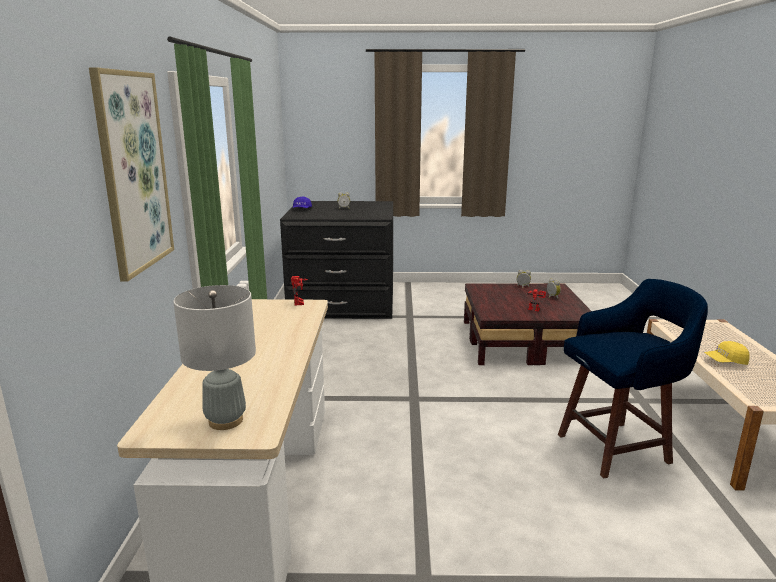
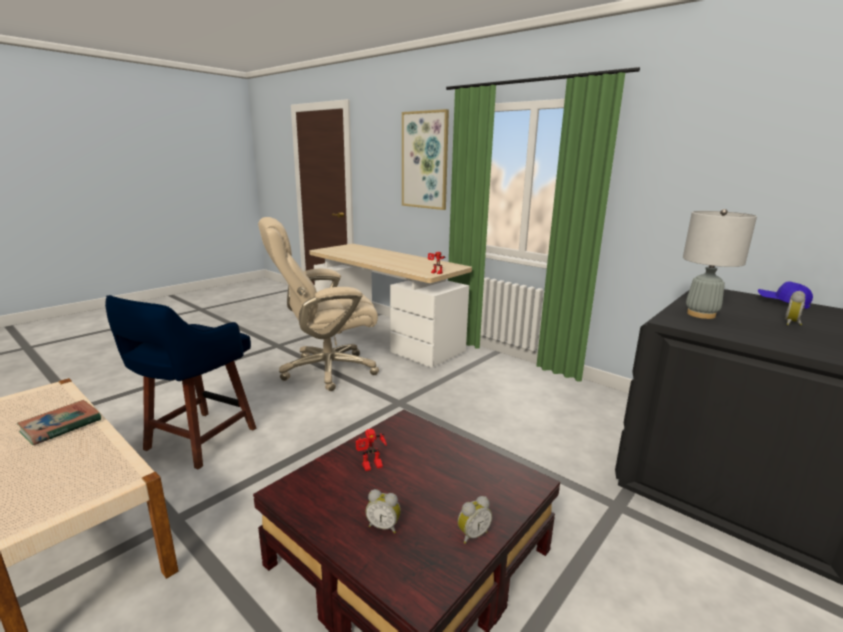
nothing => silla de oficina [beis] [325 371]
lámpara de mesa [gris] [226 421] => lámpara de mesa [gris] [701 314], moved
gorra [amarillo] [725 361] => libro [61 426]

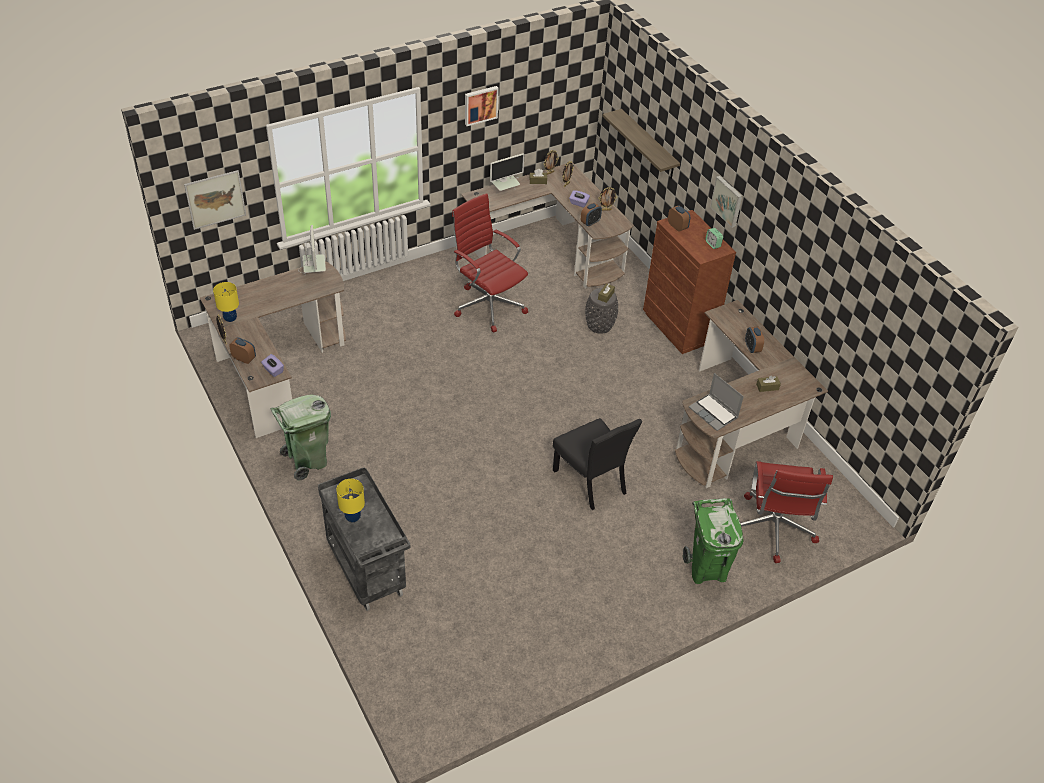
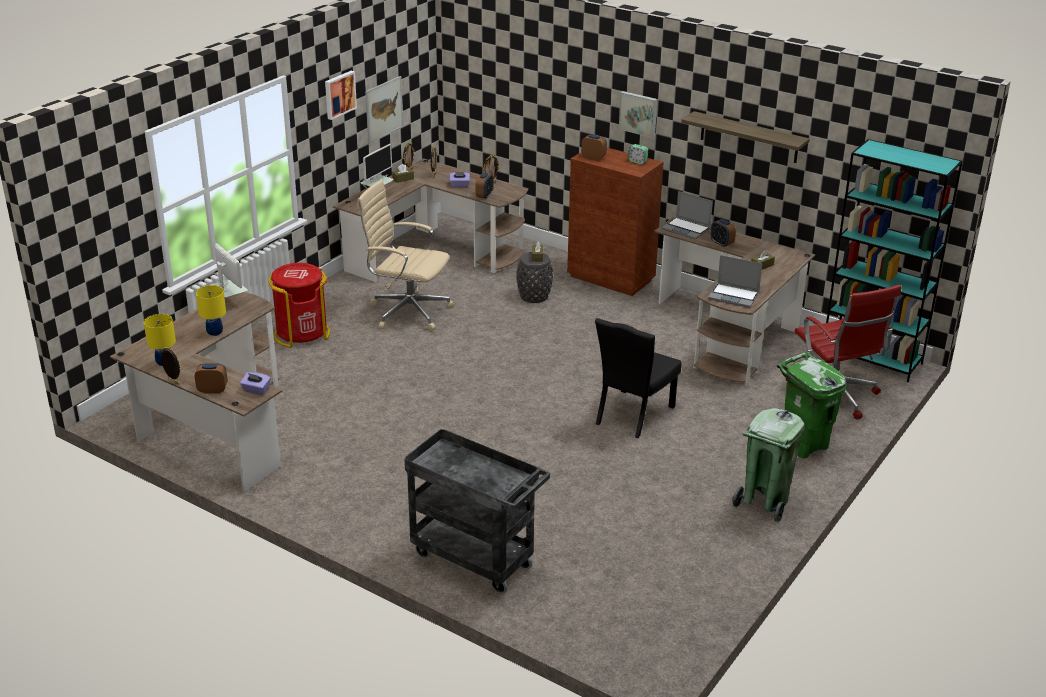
nothing => papelera [rojo] [301 334]
nothing => portátil [687 229]
nothing => estantería [turquesa] [872 359]
cuadro [215 199] => cuadro [384 109], moved
papelera [verde] [307 461] => papelera [verde] [764 502], moved
lámpara de mesa [amarillo] [353 518] => lámpara de mesa [amarillo] [215 333], moved
estante [648 145] => estante [749 137], moved
silla de oficina [rojo] [488 305] => silla de oficina [beis] [407 311]
silla [negro] [590 480] => silla [negro] [633 413], 90 degrees clockwise

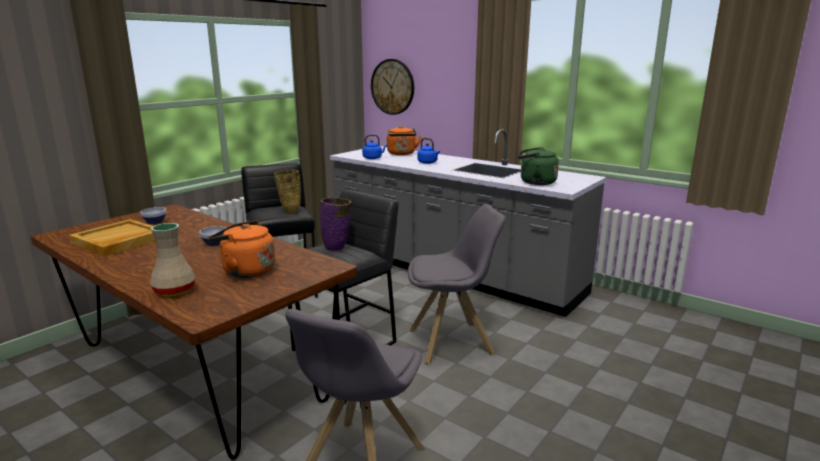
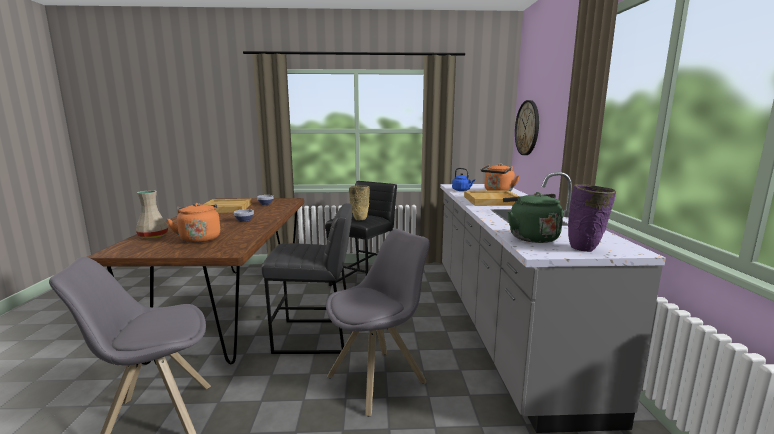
florero [morado] [337 248] => florero [morado] [585 249], moved
hervidor [azul] [428 163] => bandeja [beis] [492 201]
silla [gris] [451 342] => silla [gris] [377 379], 75 degrees counterclockwise

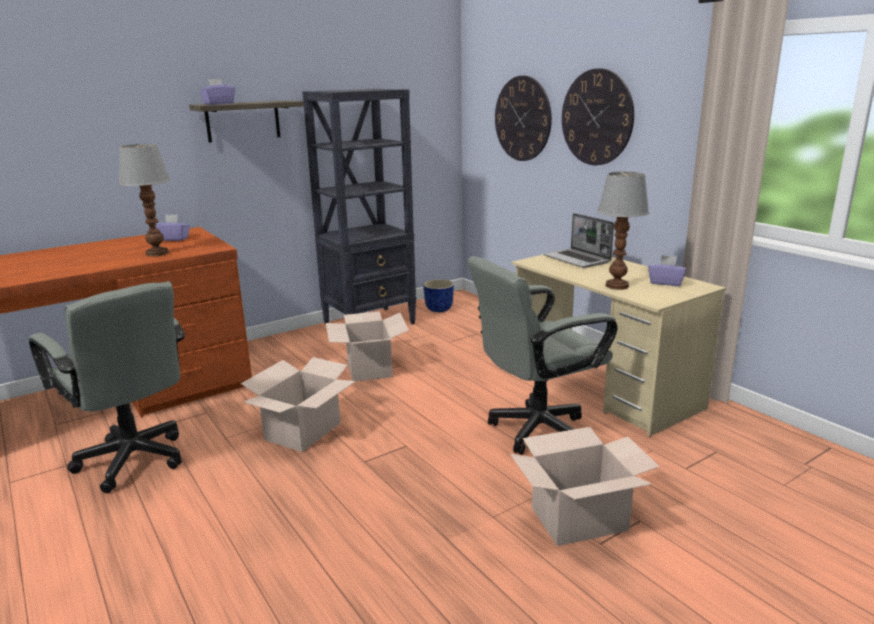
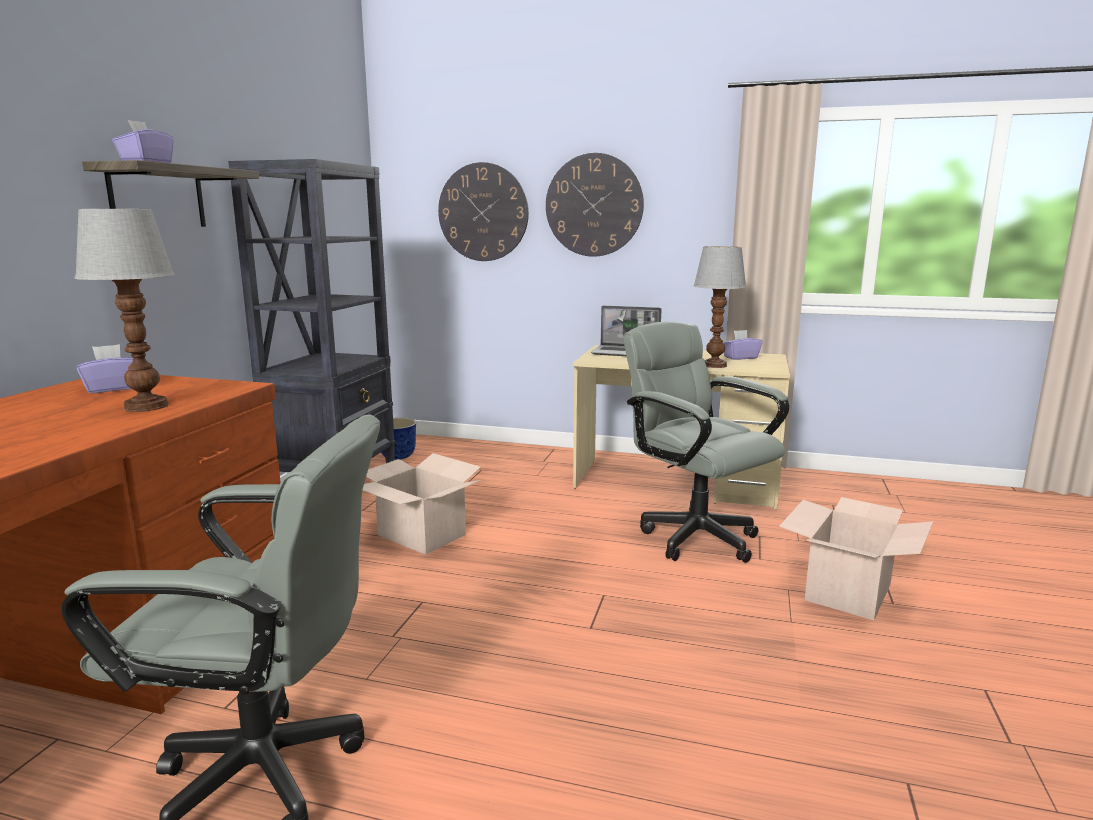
caja de cartón [302 431] => nothing
silla de oficina [gris] [534 433] => silla de oficina [gris] [692 538], 120 degrees clockwise

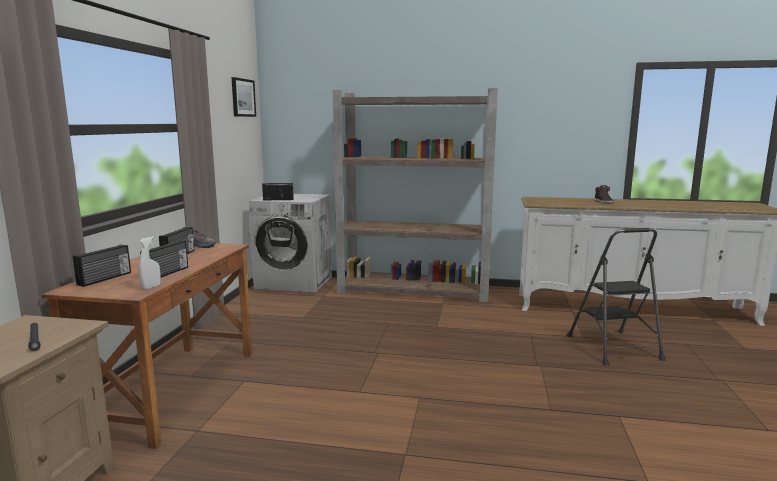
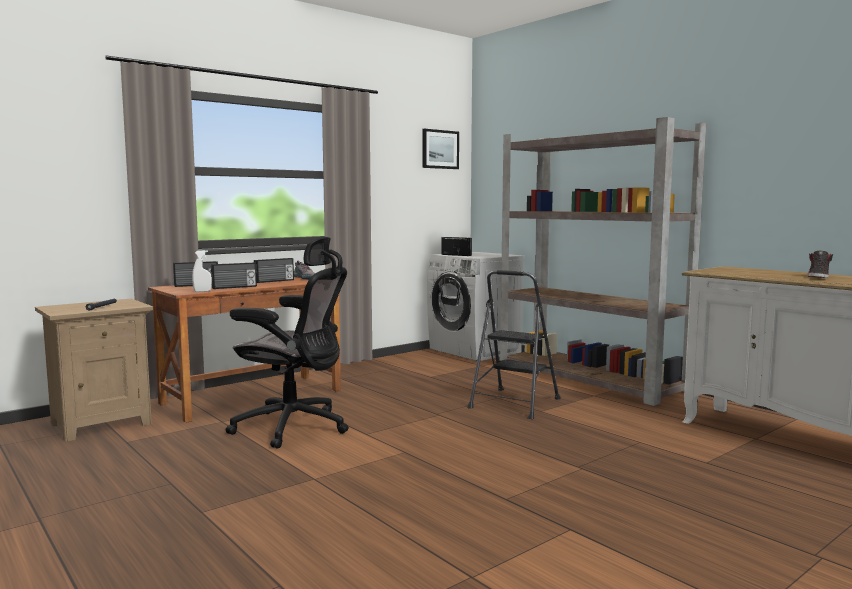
nothing => silla de oficina [292 427]
escalera de tijera [negro] [614 348] => escalera de tijera [negro] [513 403], moved

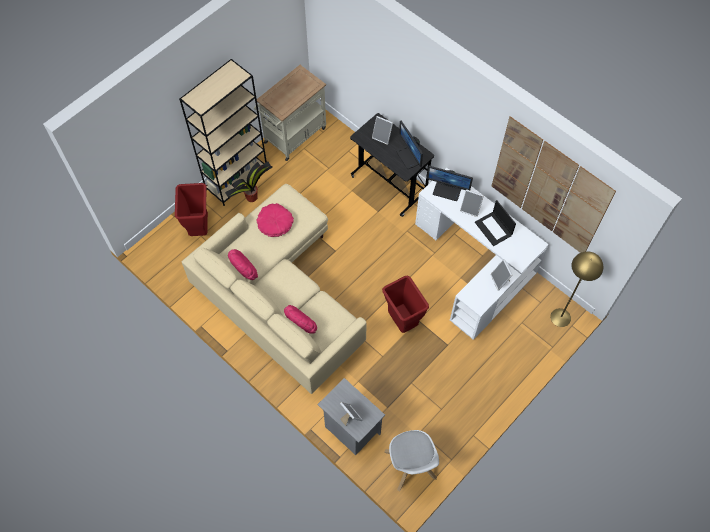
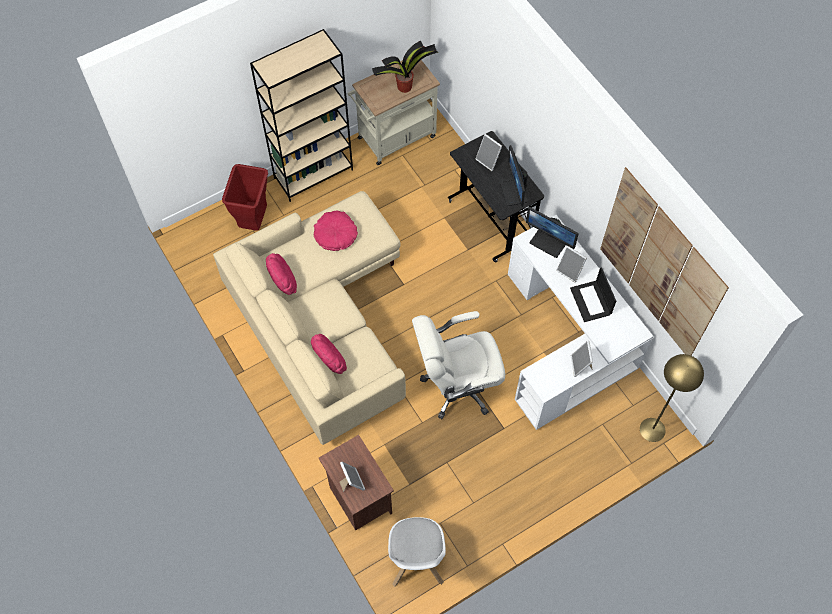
planta en maceta [252 196] => planta en maceta [405 86], moved
papelera [rojo] [401 321] => silla de oficina [blanco] [457 387]
mesita de noche [gris] [350 429] => mesita de noche [marrón] [359 498]

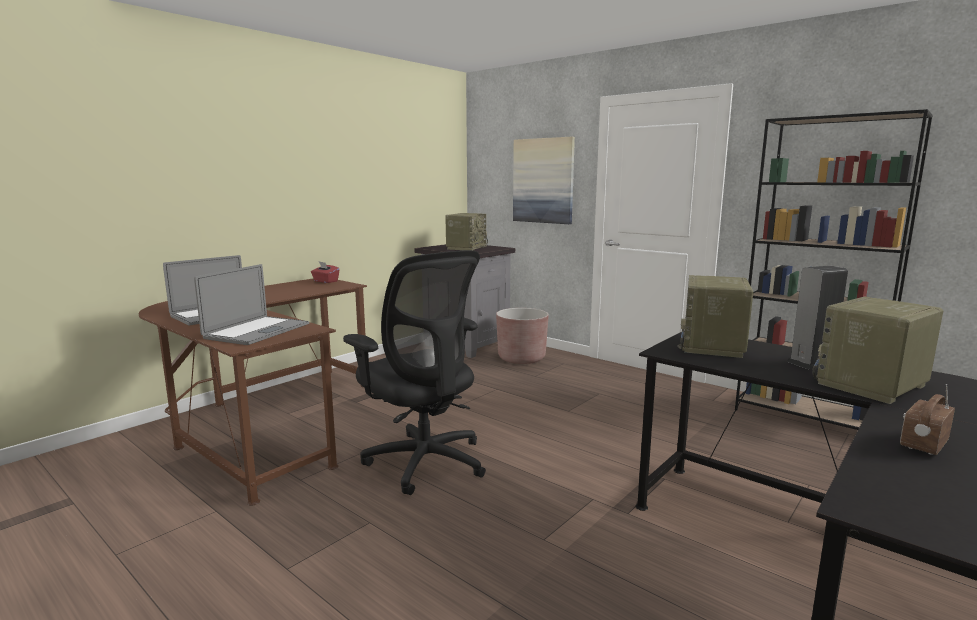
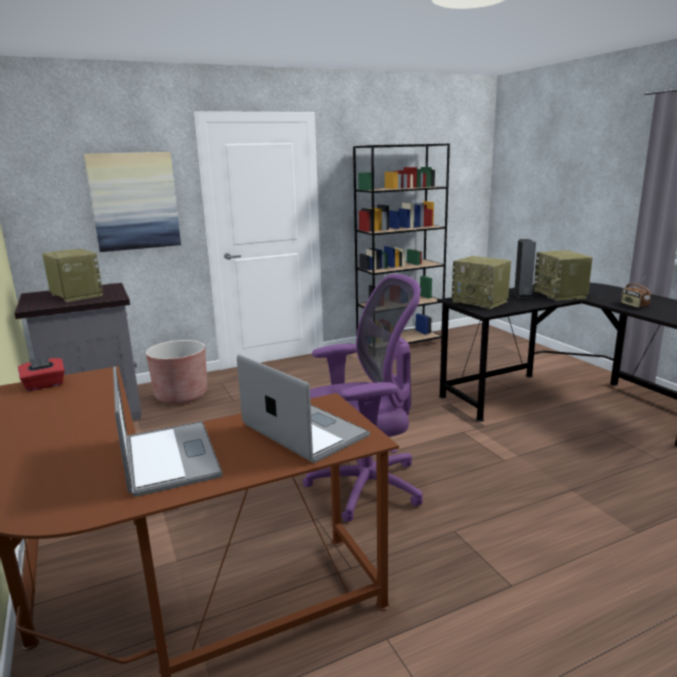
silla de oficina [negro] [420 460] => silla de oficina [morado] [359 488]

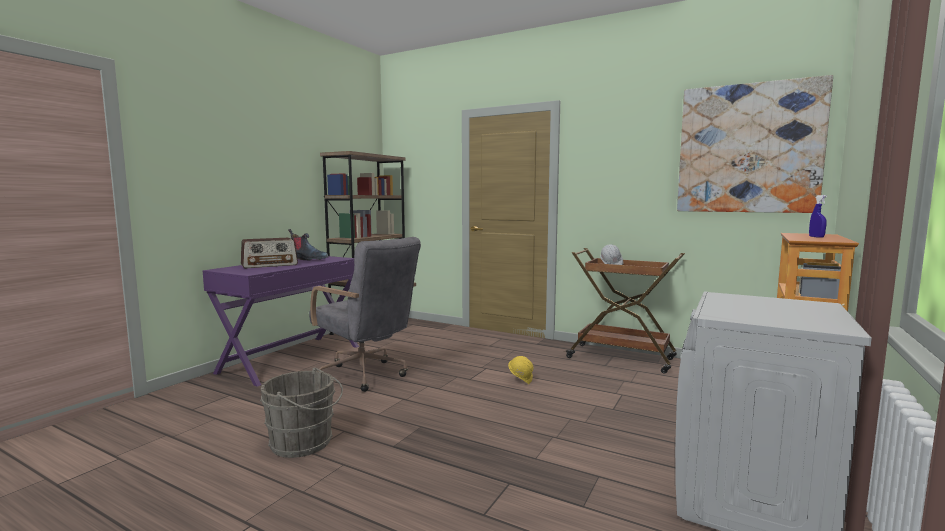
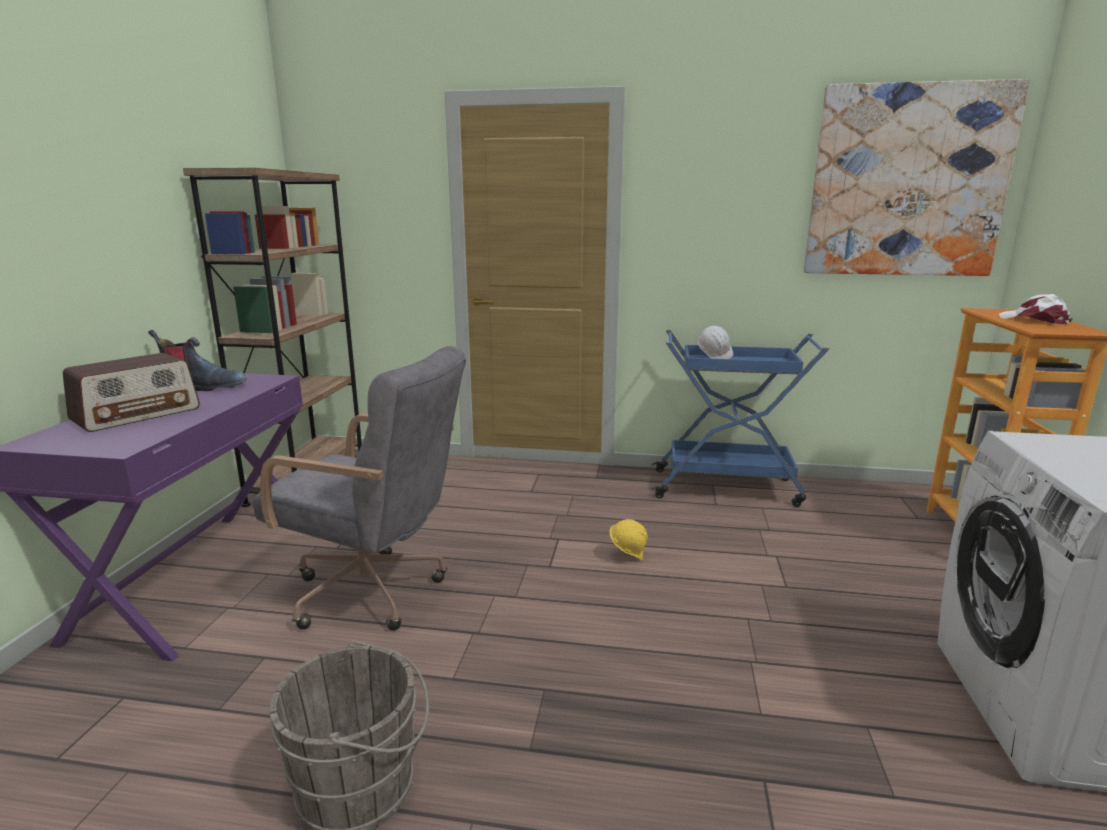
pulverizador [azul] [816 237] => gorra [blanco] [1034 320]
carrito [marrón] [621 358] => carrito [azul] [726 488]

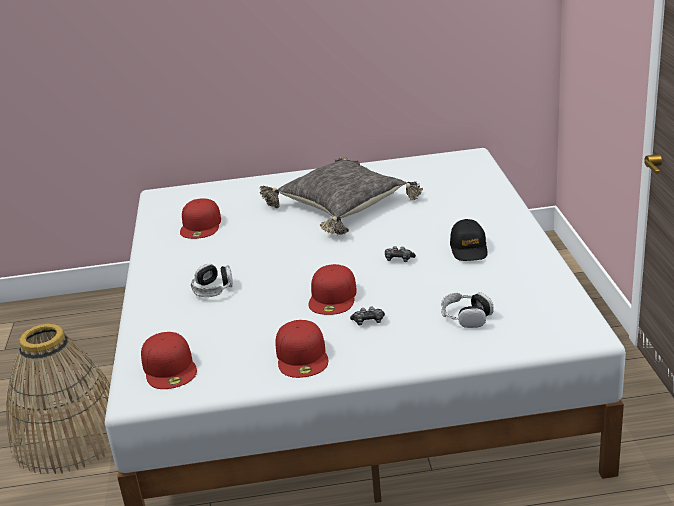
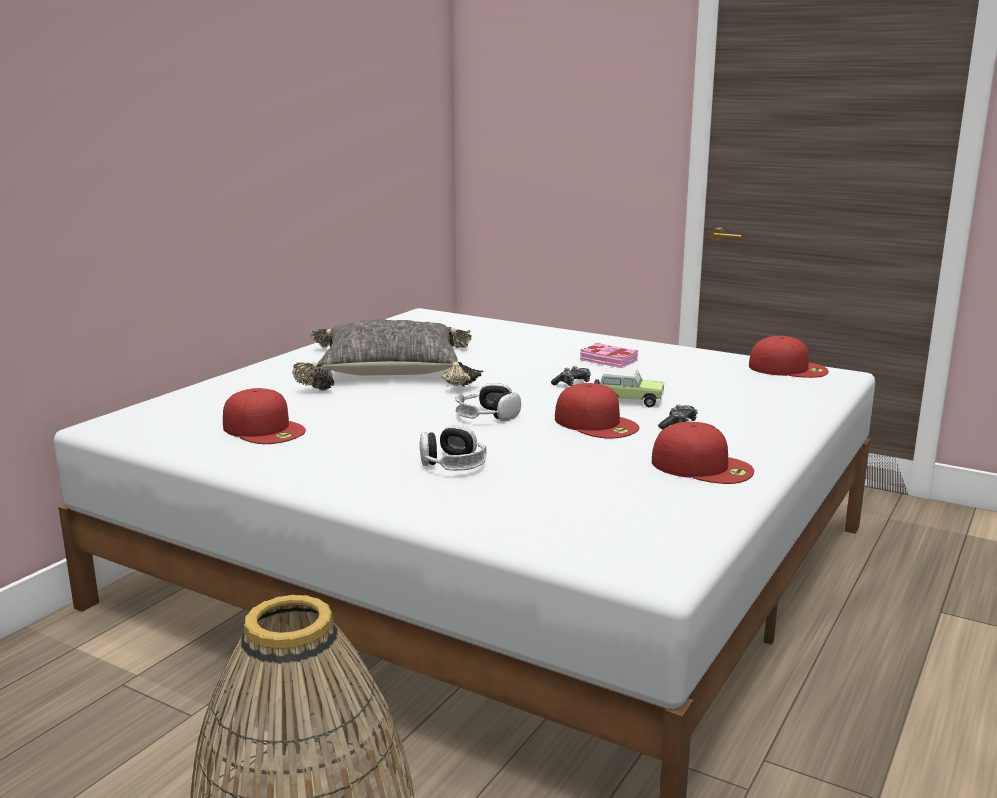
nothing => coche de juguete [628 401]
gorra [rojo] [170 367] => gorra [rojo] [788 368], moved
auriculares [466 317] => auriculares [487 416], moved
gorra [negro] [469 248] => libro [rosa] [608 361]

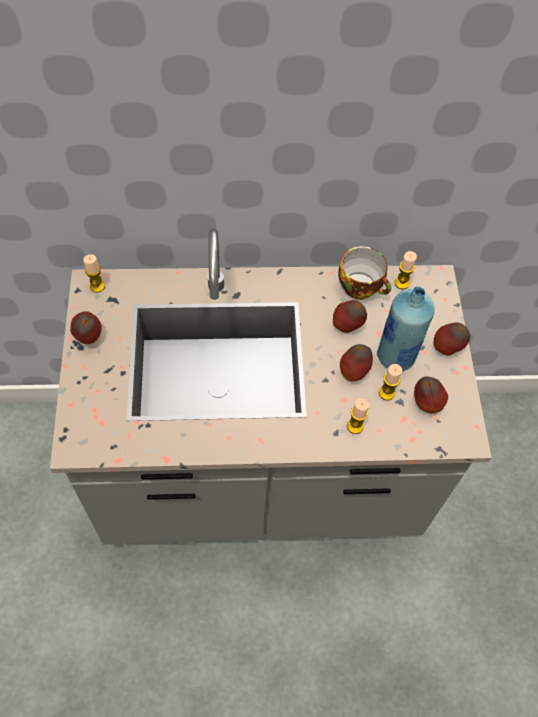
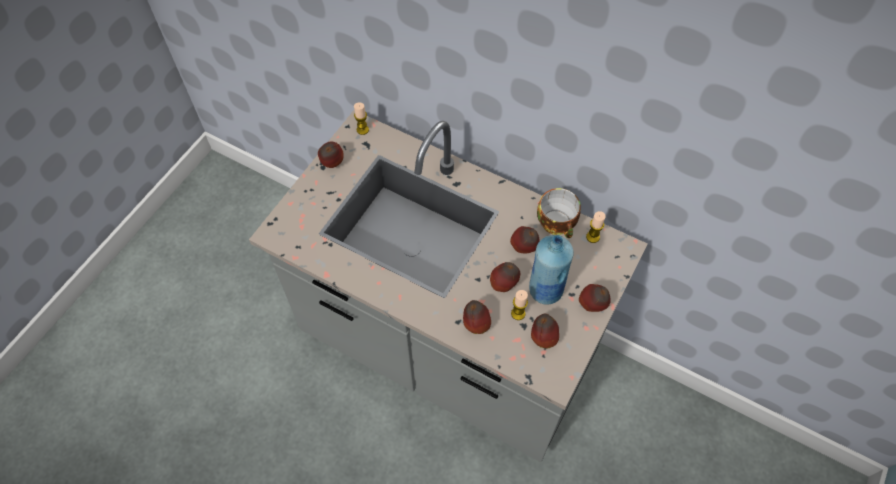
vela [355 426] => manzana [475 324]

